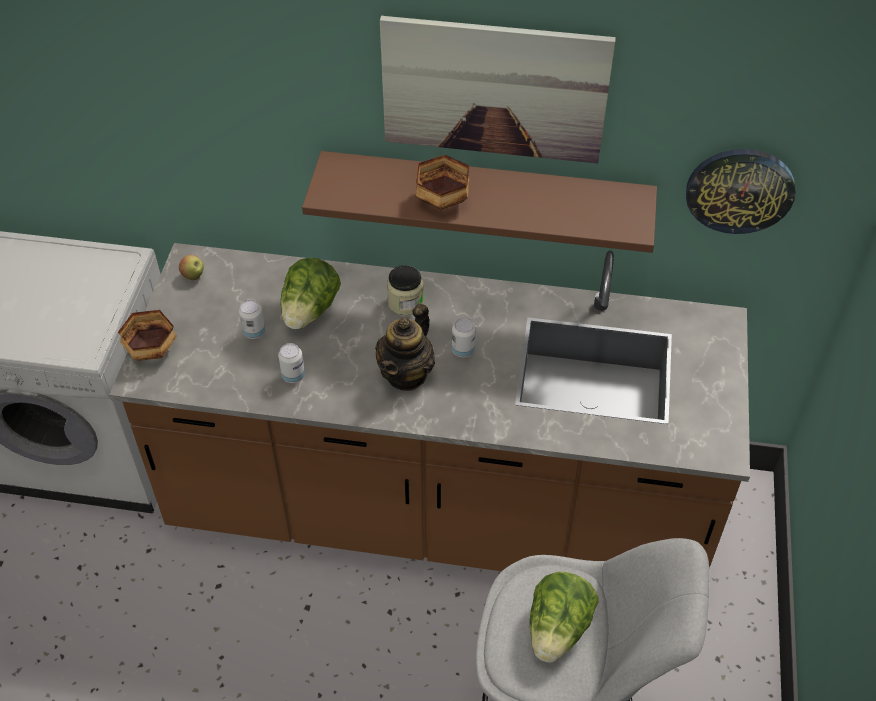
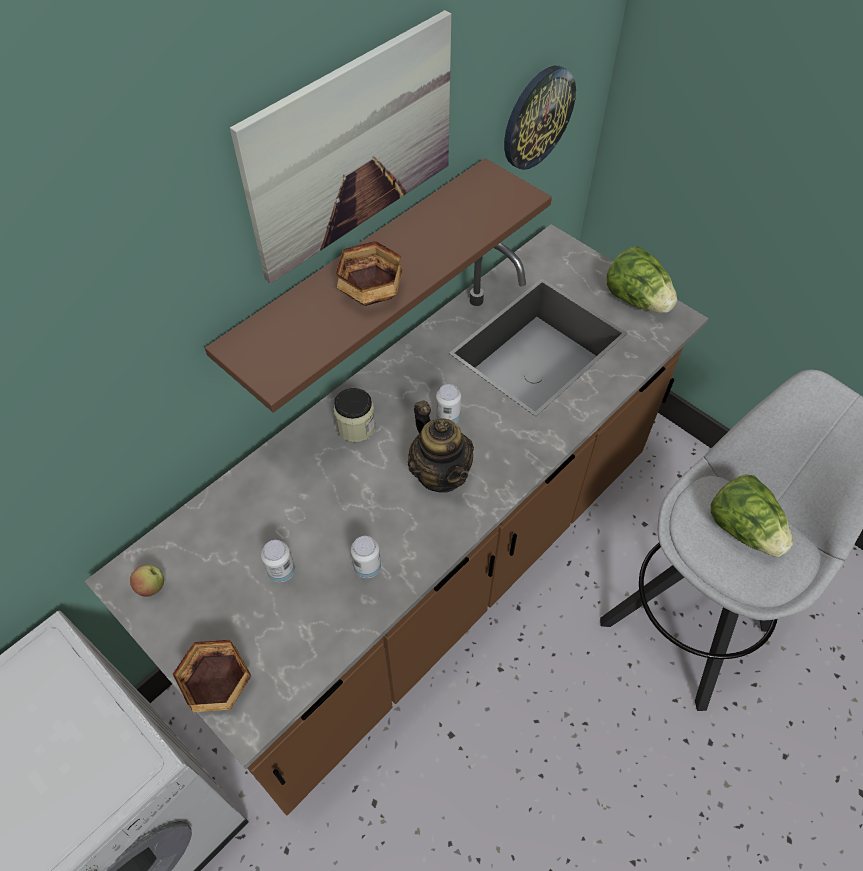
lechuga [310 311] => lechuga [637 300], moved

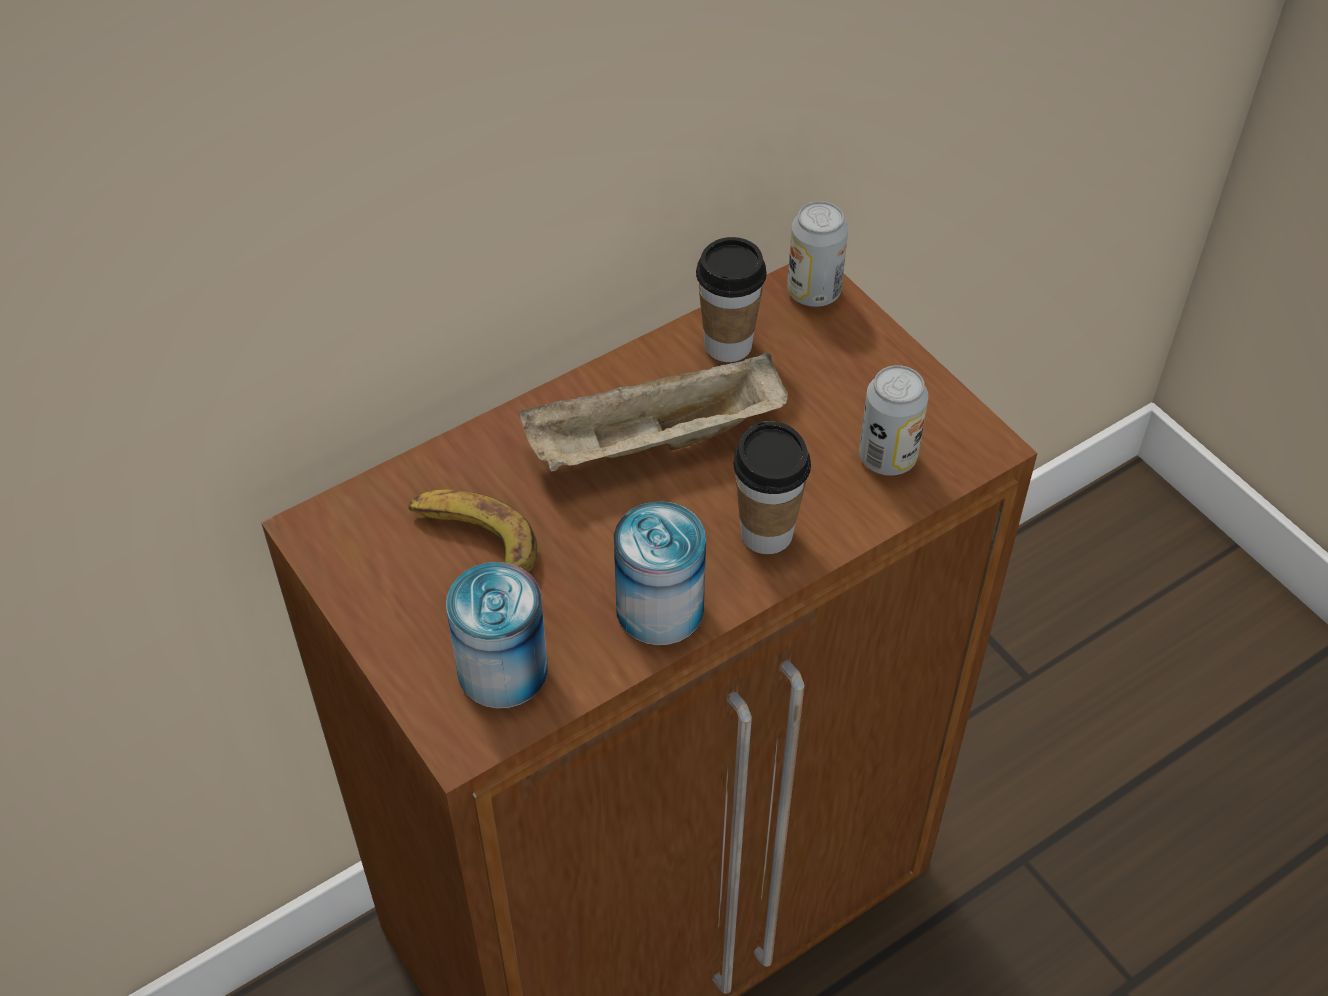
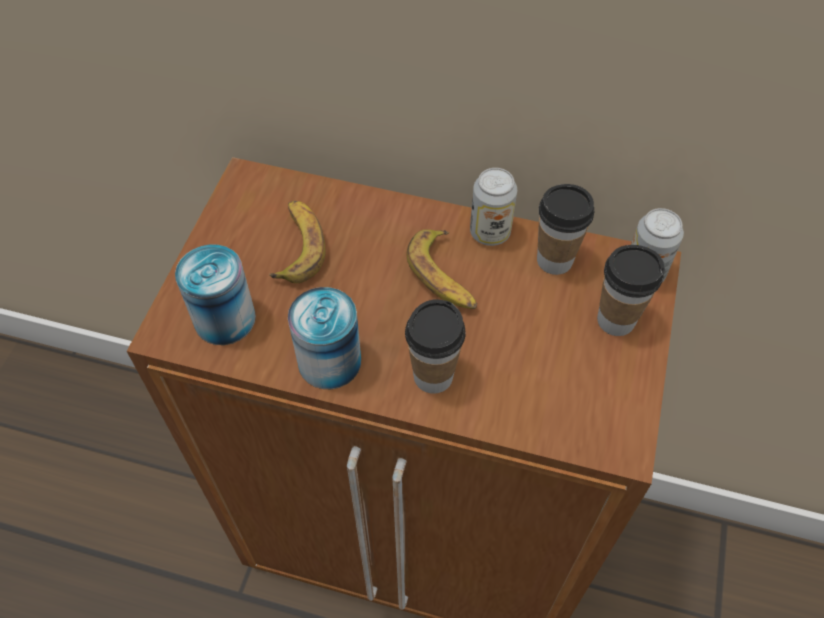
nothing => taza [616 320]
lata [887 457] => lata [490 232], moved
bandeja [beis] [653 444] => plátano [443 277]

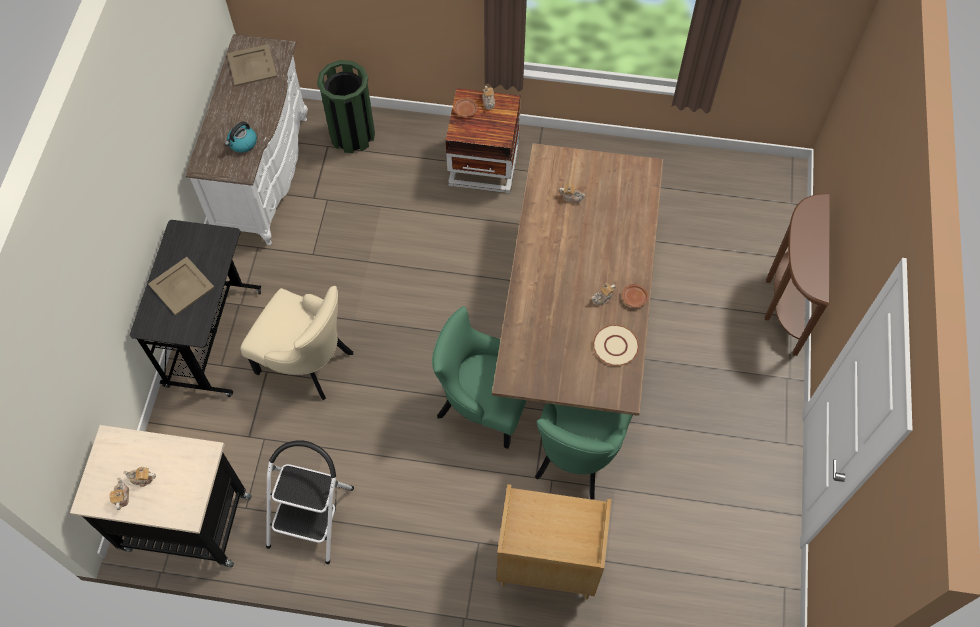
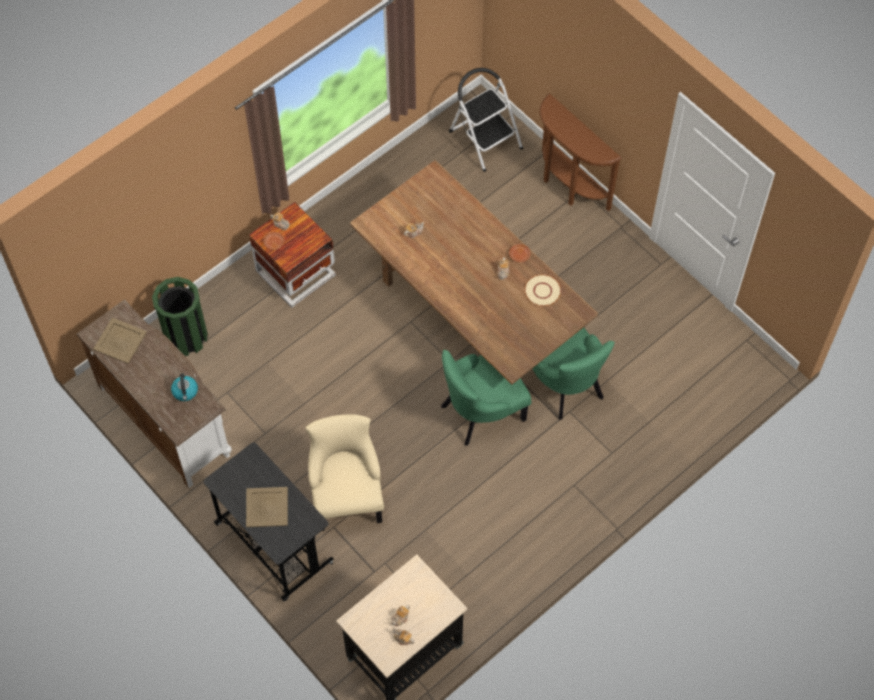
armario [marrón] [547 565] => nothing
escalera de tijera [312 514] => escalera de tijera [484 138], moved
silla [beis] [304 360] => silla [beis] [347 497], 75 degrees counterclockwise

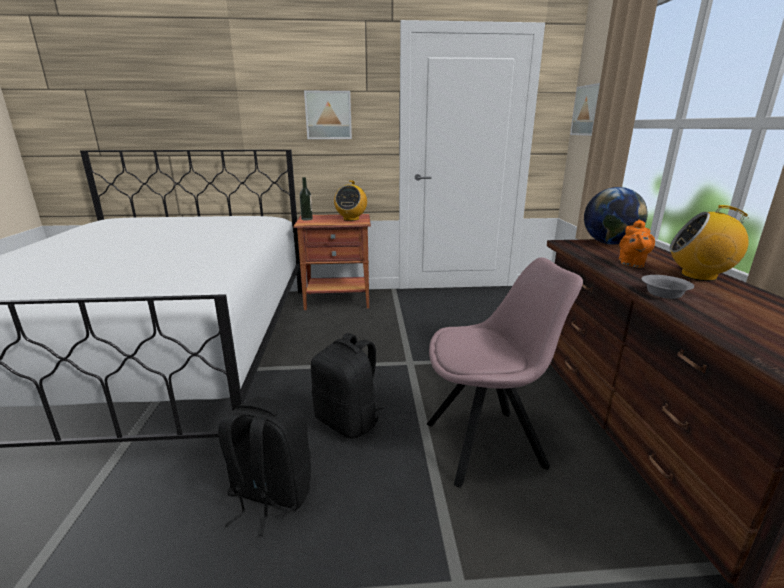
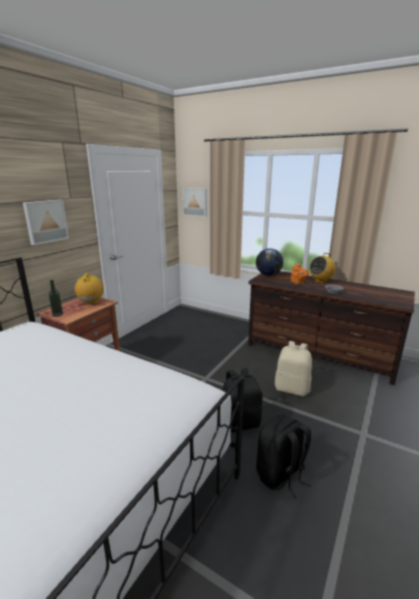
silla [rosa] [486 445] => mochila [beis] [292 388]
radio [351 219] => radio [91 302], 135 degrees counterclockwise

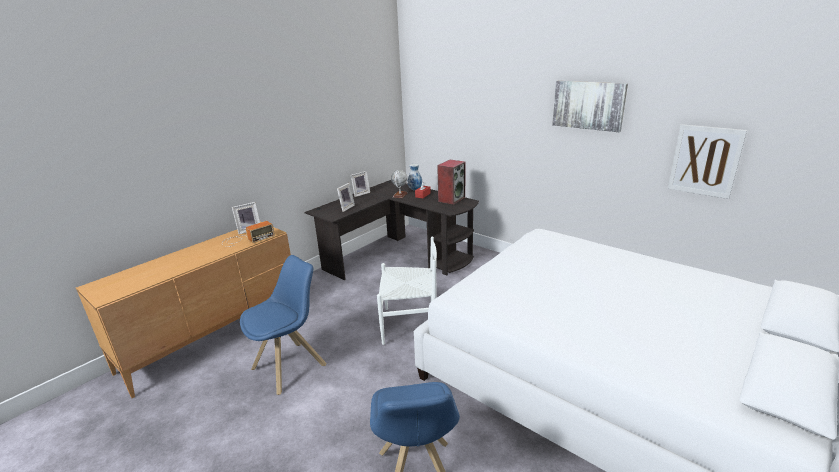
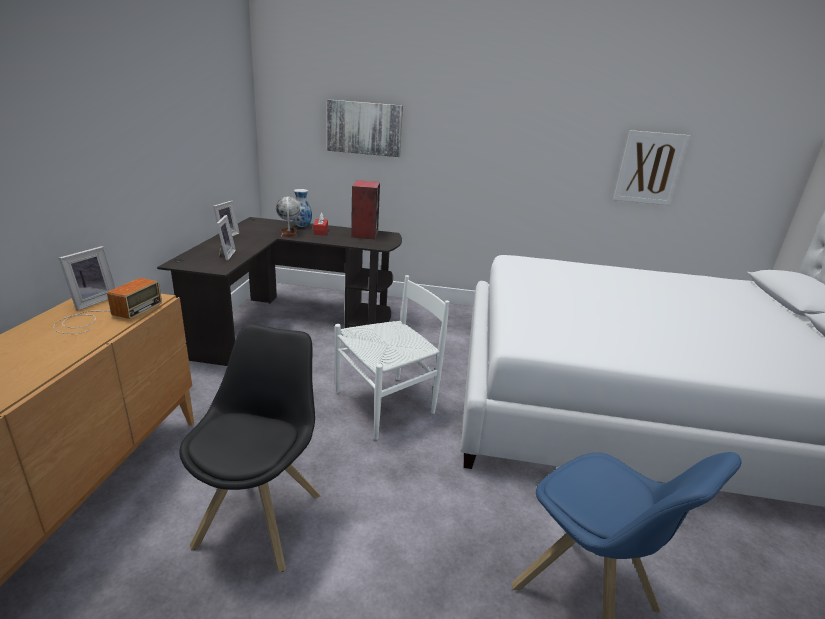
cuadro [588 105] => cuadro [364 128], moved
silla [azul] [290 367] => silla [negro] [261 519]

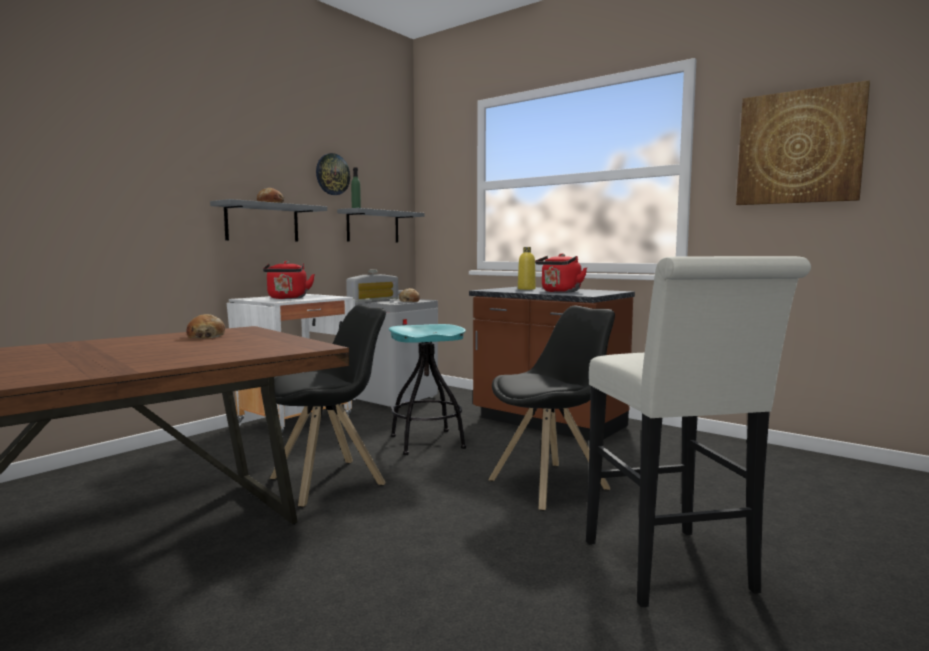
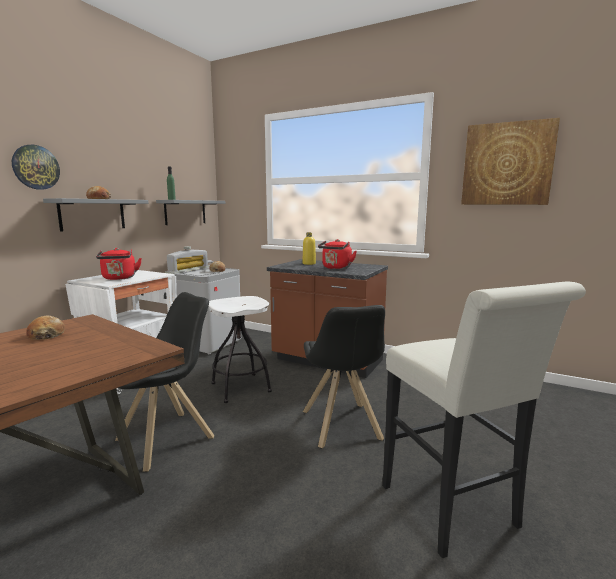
reloj de pared [332 174] => reloj de pared [36 167], moved
taburete [turquesa] [427 442] => taburete [blanco] [241 387]
silla [negro] [550 484] => silla [negro] [341 425], 120 degrees clockwise

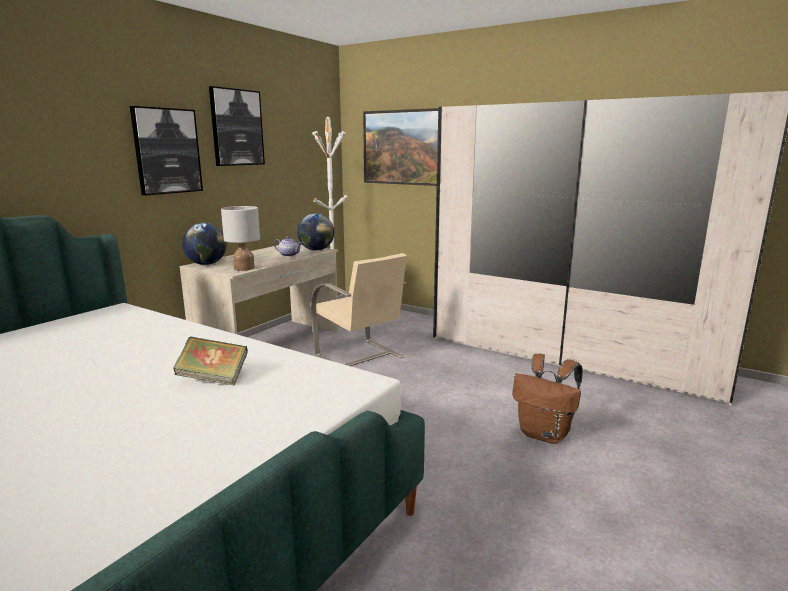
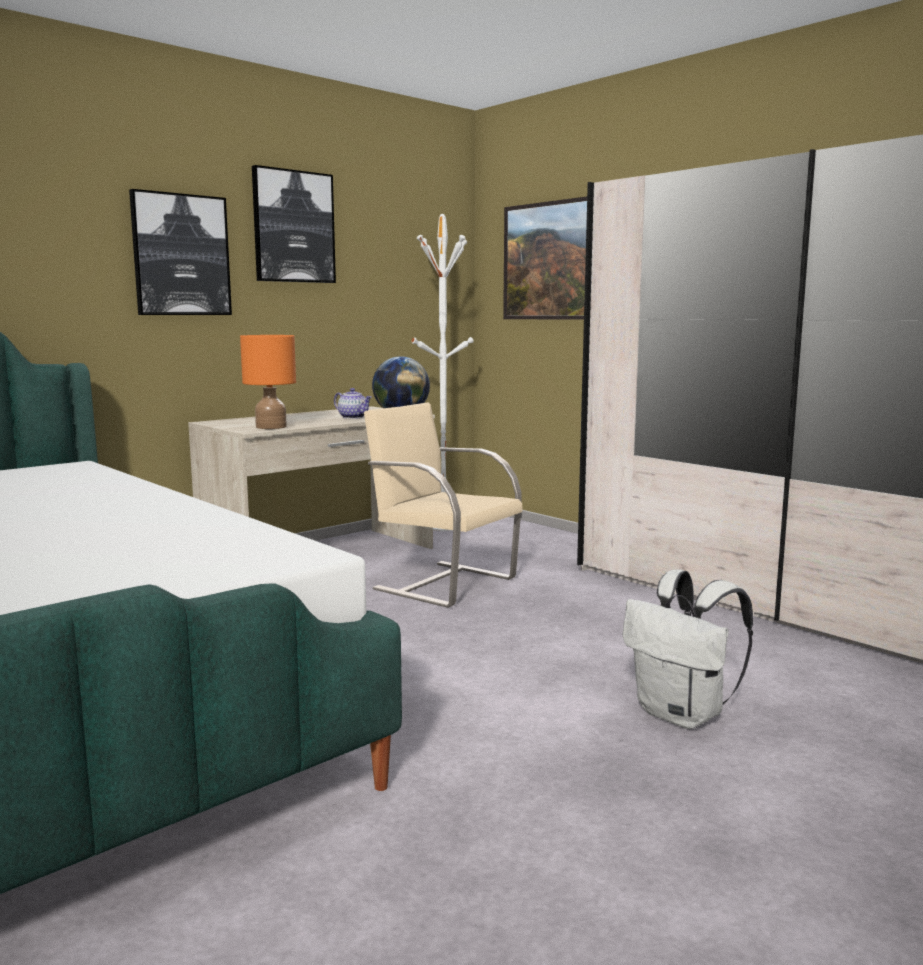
libro [213 378] => nothing
globo terráqueo [206 264] => nothing
lámpara de mesa [gris] [244 268] => lámpara de mesa [naranja] [271 427]
mochila [marrón] [545 434] => mochila [blanco] [683 715]
silla [beis] [360 357] => silla [beis] [443 583], 150 degrees clockwise

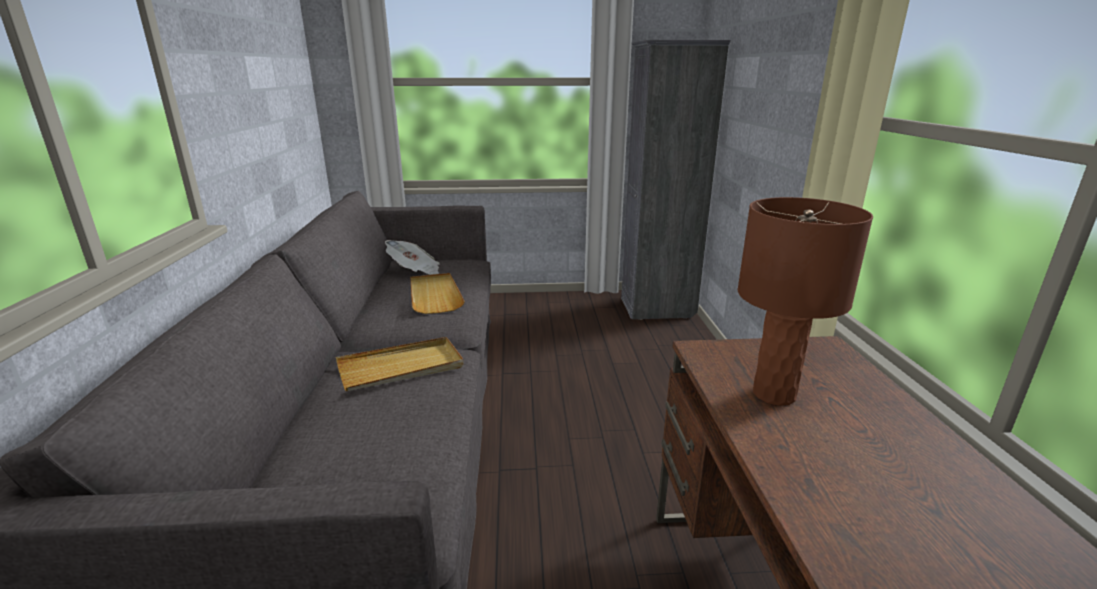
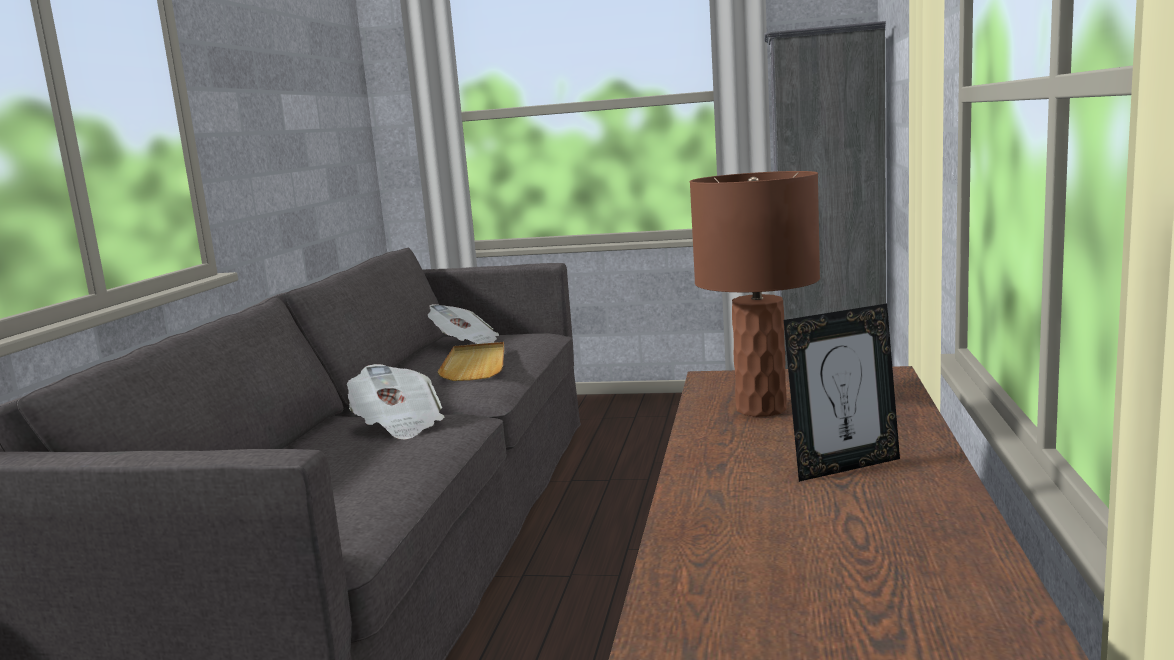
nothing => portarretratos [844 466]
bandeja [beis] [401 368] => periódico [398 425]

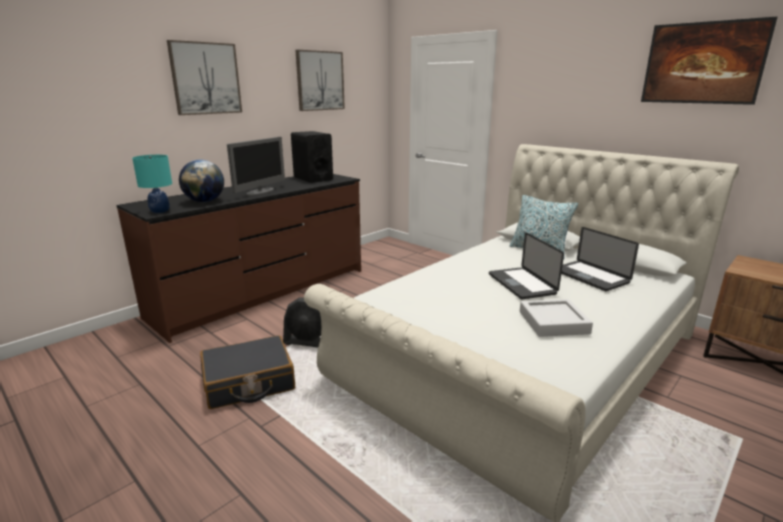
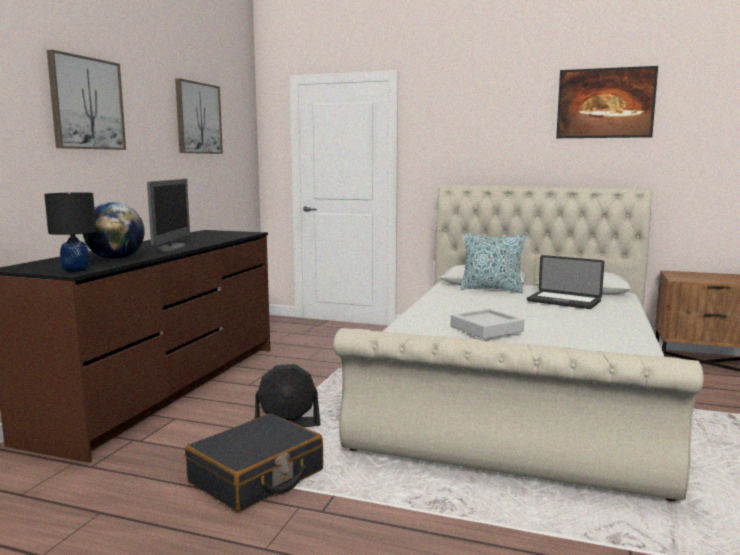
altavoz [negro] [313 178] => nothing
portátil [521 284] => nothing
bandeja [gris] [553 322] => bandeja [gris] [486 329], moved
lámpara de mesa [turquesa] [160 212] => lámpara de mesa [negro] [77 270]

